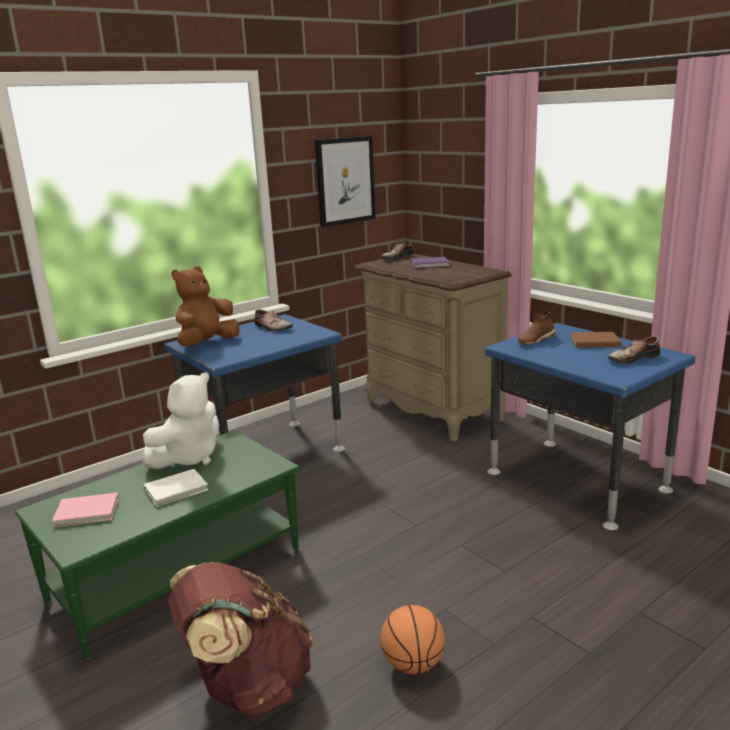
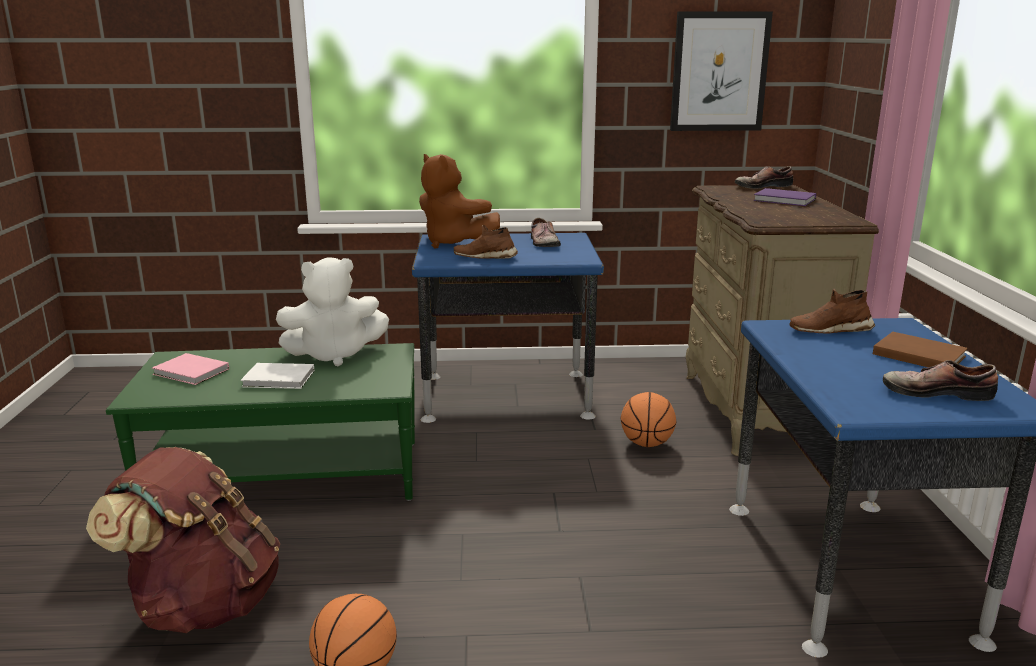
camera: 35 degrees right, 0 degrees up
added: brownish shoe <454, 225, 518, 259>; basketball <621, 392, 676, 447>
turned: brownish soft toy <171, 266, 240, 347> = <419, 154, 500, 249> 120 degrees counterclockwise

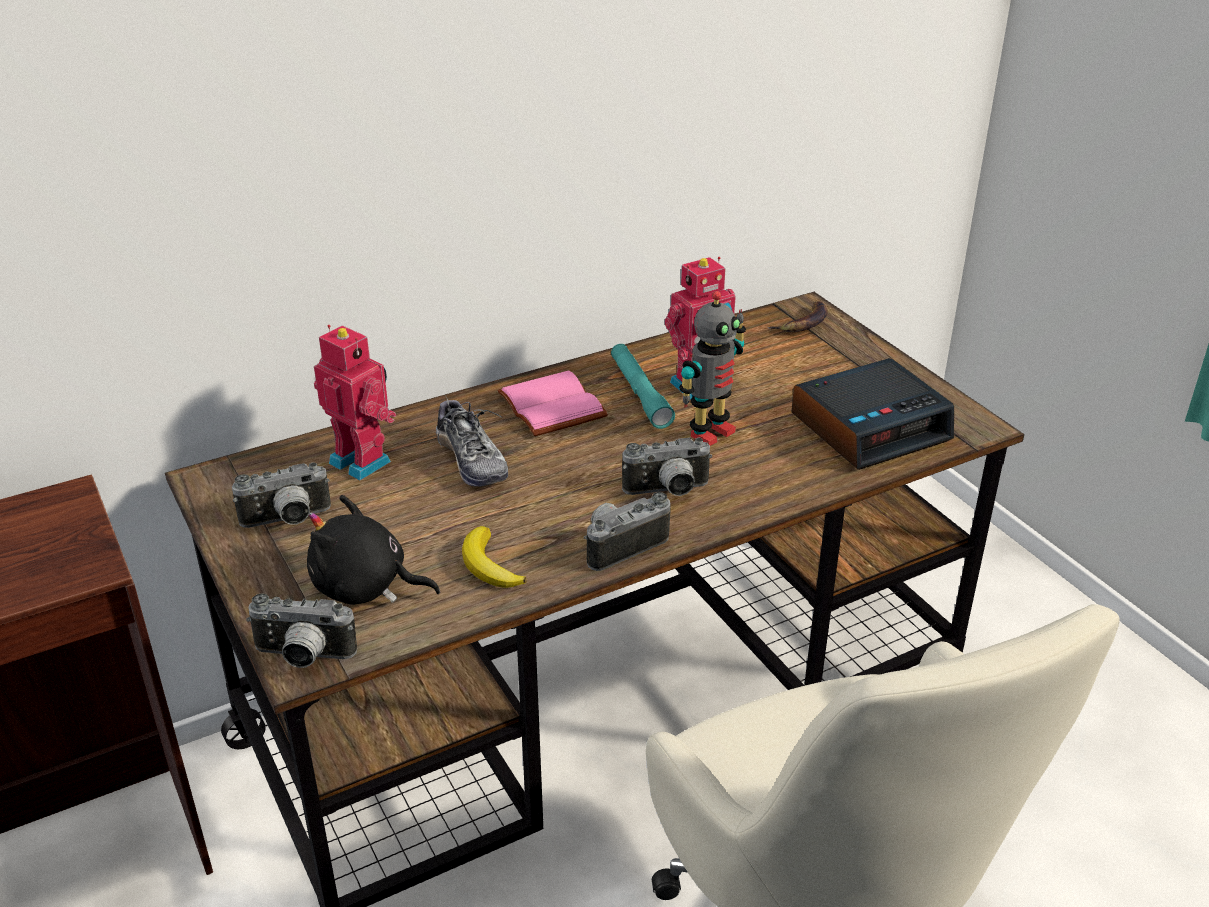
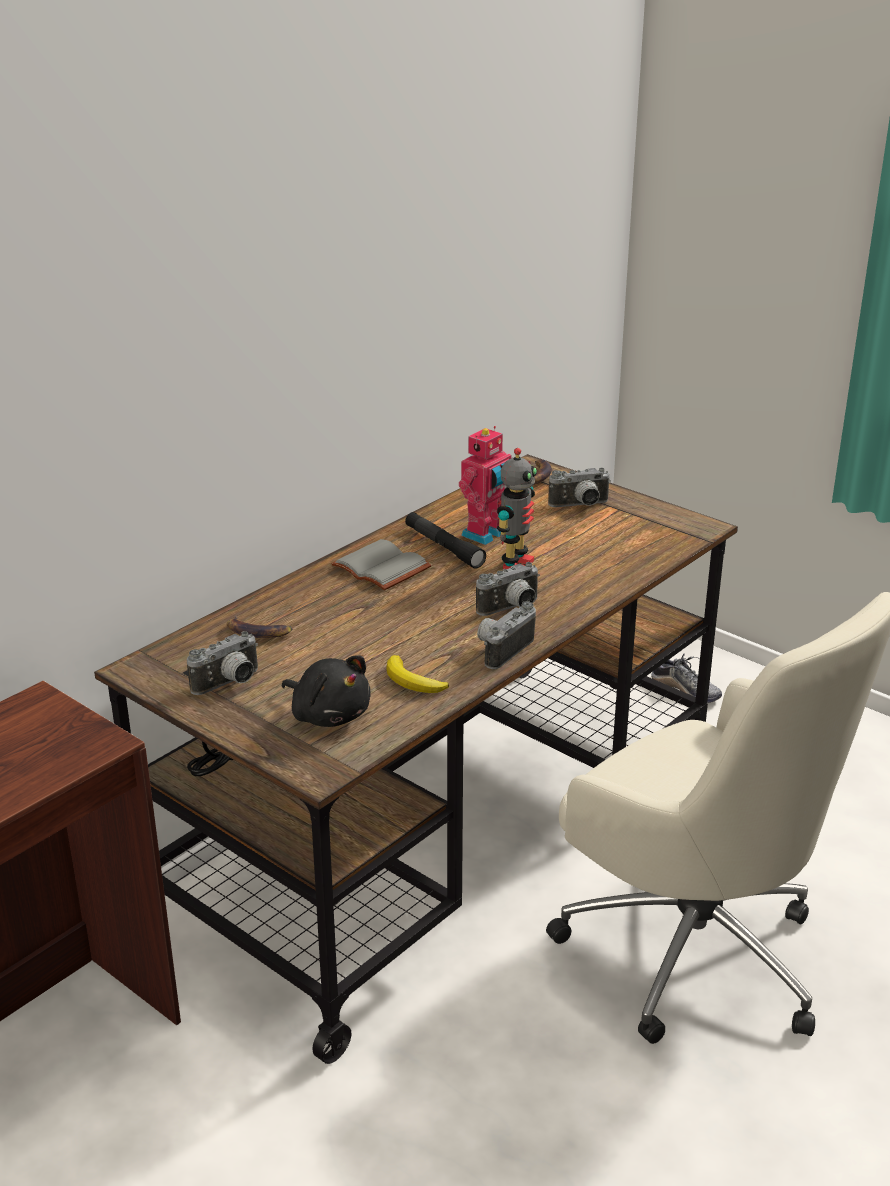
camera: 20 degrees left, 5 degrees down
removed: alarm clock <792, 358, 954, 470>
moved: photo camera <246, 593, 357, 668> to <548, 467, 611, 507>; shoe <436, 394, 508, 487> to <651, 653, 722, 703>
replaced: robot figure <314, 325, 396, 480> to banana <227, 616, 292, 638>
recoloured: pinkish volume <497, 370, 608, 436> to grey volume <331, 539, 431, 590>; turquoise-coloured hand torch <611, 344, 675, 429> to blackish hand torch <405, 512, 486, 569>
turned: blackish soft toy <307, 495, 440, 605> = <282, 656, 370, 727> 135 degrees counterclockwise

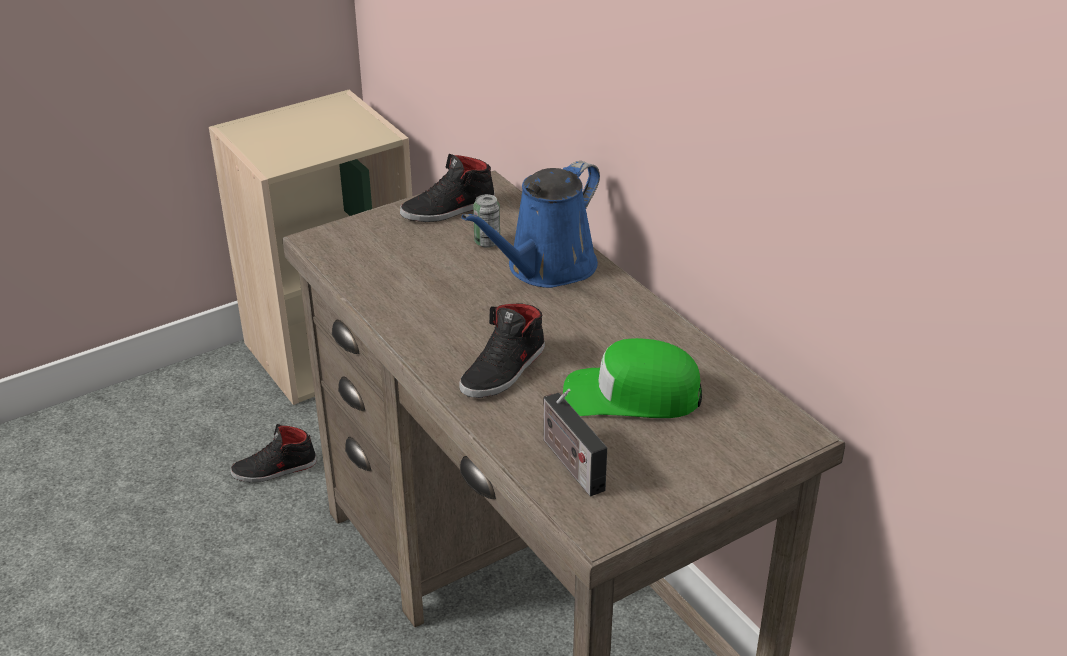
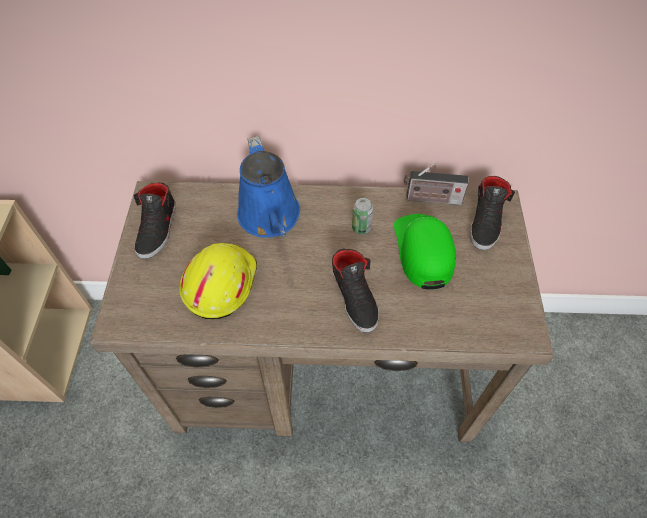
camera: 55 degrees left, 20 degrees up
added: yellowish work helmet <179, 243, 257, 320>
moved: blackish shoe <230, 424, 316, 482> to <470, 176, 515, 250>; can <473, 194, 500, 248> to <352, 198, 373, 234>; radio set <543, 389, 607, 496> to <404, 163, 469, 205>
turned: green cap <563, 338, 702, 418> = <394, 214, 456, 289> 135 degrees clockwise

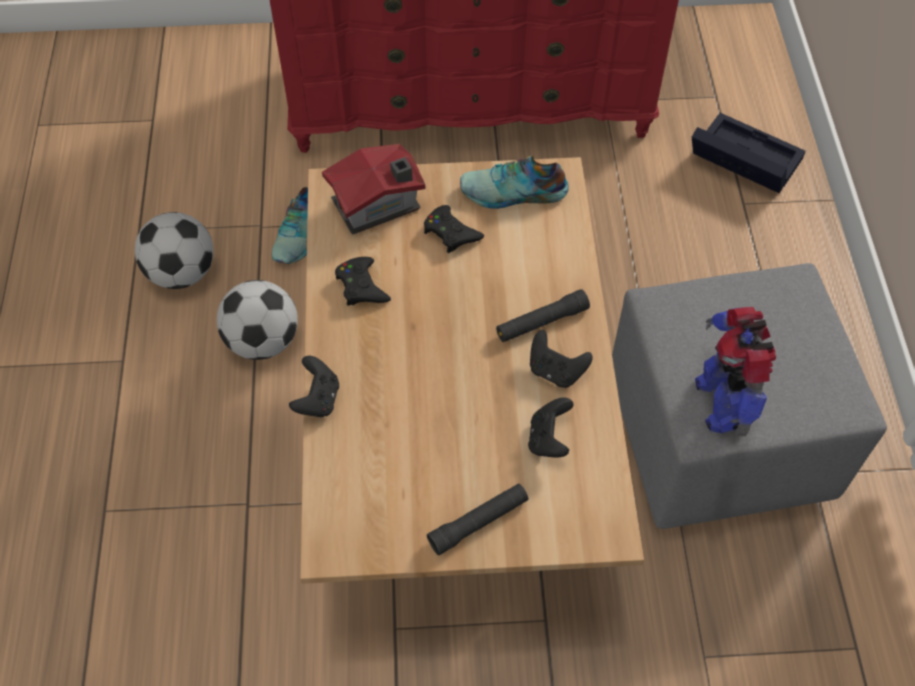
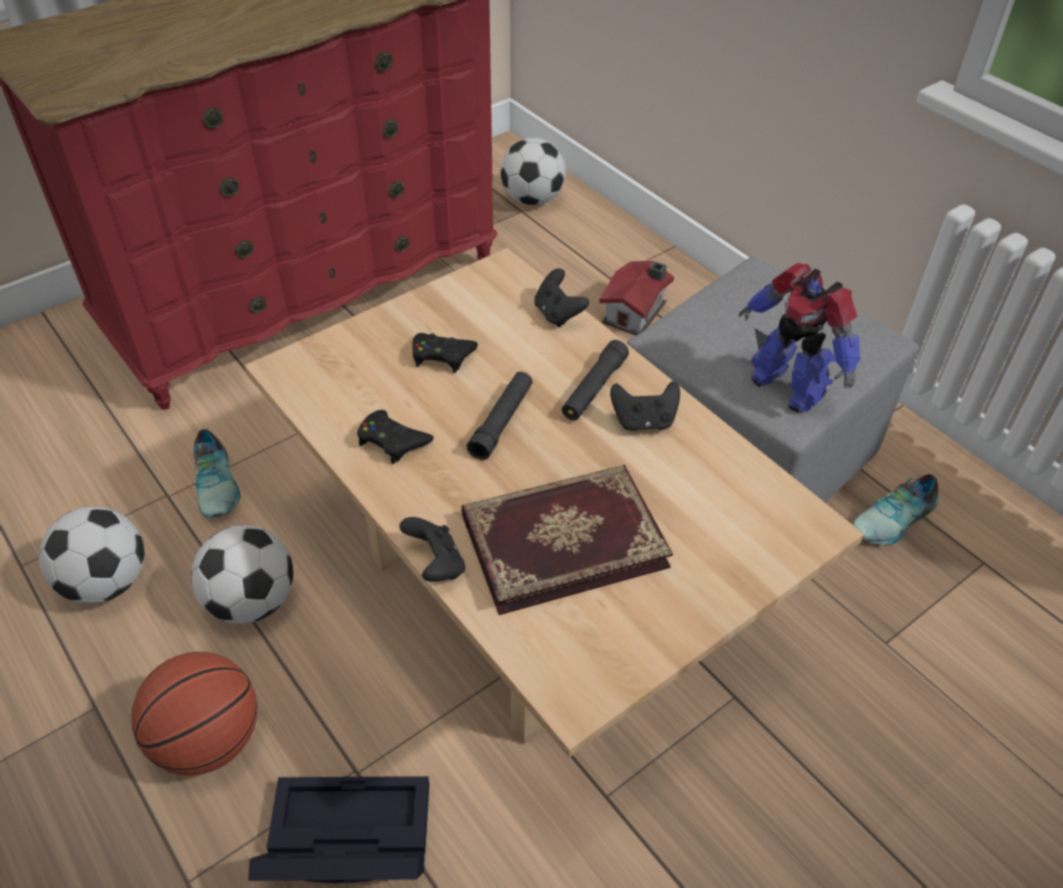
camera: 35 degrees left, 10 degrees down
added: basketball <131, 652, 257, 775>; volume <461, 465, 673, 615>; football <501, 138, 566, 205>
moved: miniature house <322, 144, 425, 234> to <599, 261, 674, 335>; blackish hand torch <427, 484, 528, 556> to <467, 372, 533, 460>; shoe <460, 155, 569, 209> to <853, 474, 939, 545>; blackish game controller <528, 397, 574, 458> to <534, 268, 589, 327>; blackish storage container <692, 113, 806, 193> to <248, 776, 429, 883>

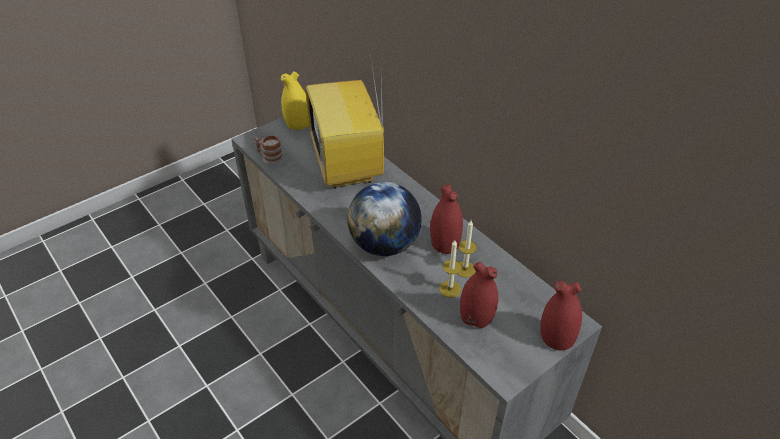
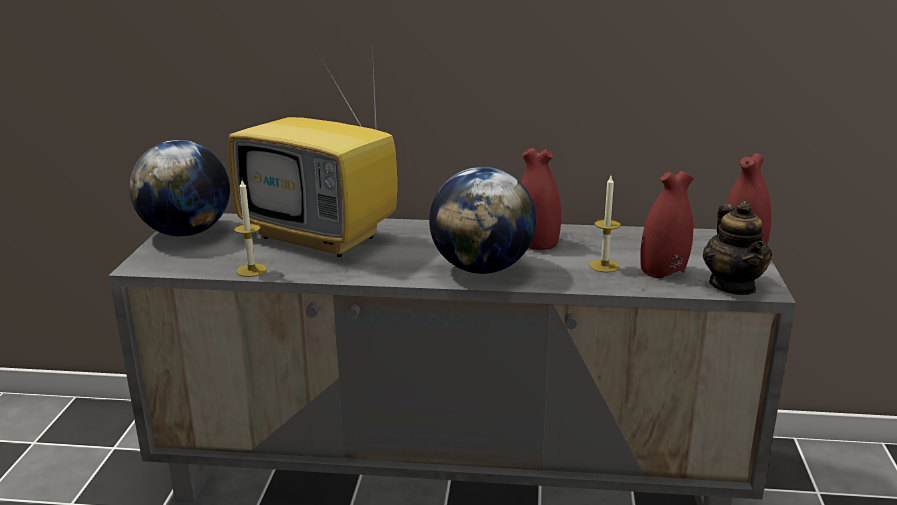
camera: 45 degrees left, 20 degrees down
removed: coffee mug <255, 135, 284, 165>
added: pot for tea <703, 201, 772, 295>
moved: wax candle <457, 220, 477, 277> to <234, 180, 267, 277>
replaced: yellowish flower vase <281, 71, 309, 130> to desk globe <129, 140, 230, 237>

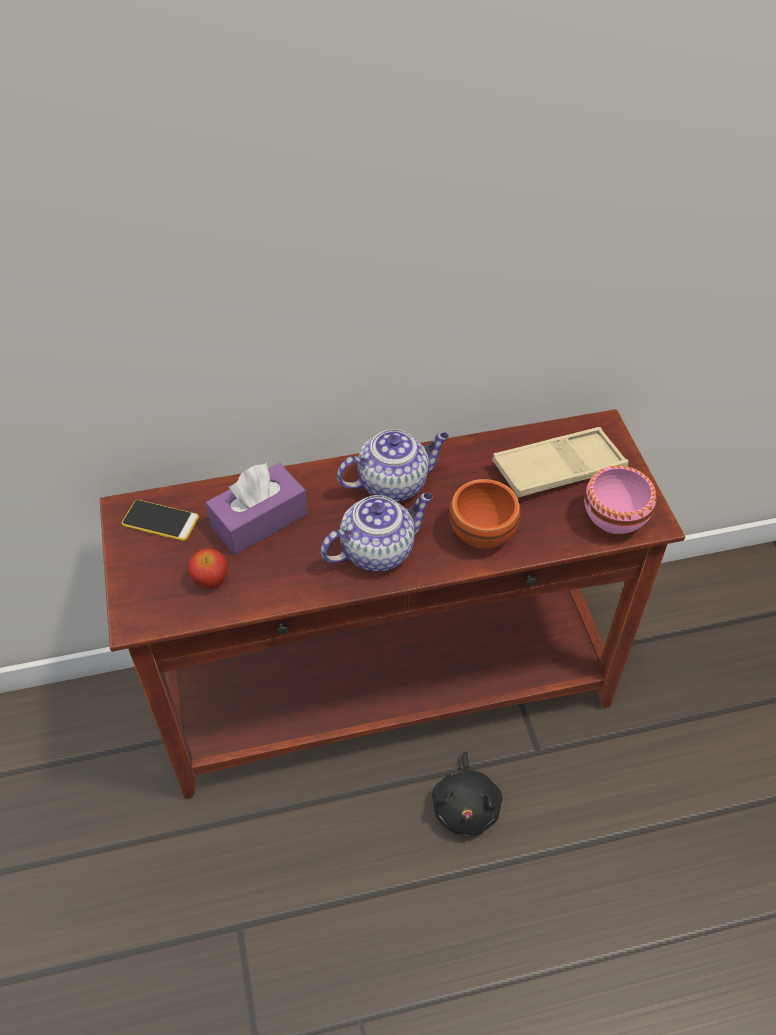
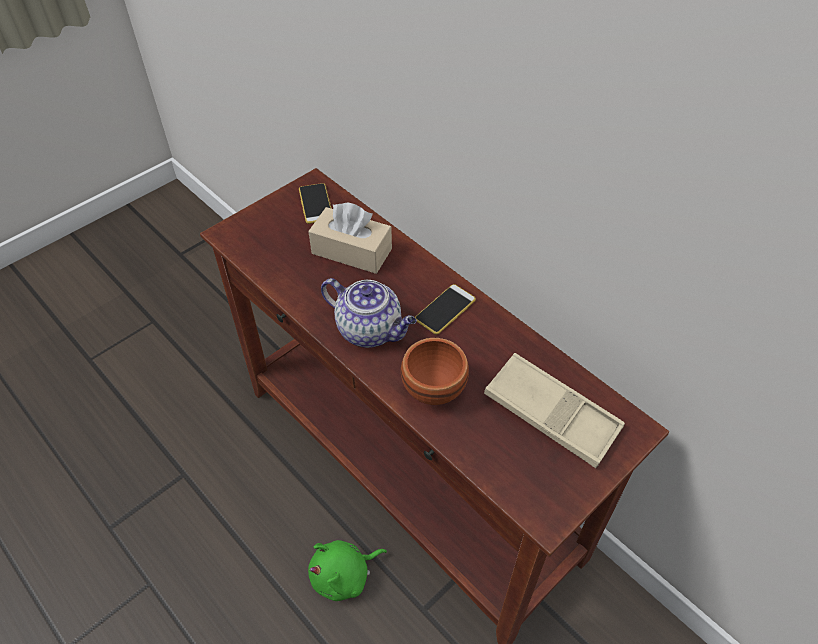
camera: 60 degrees right, 0 degrees up
removed: whole apple <188, 549, 228, 589>; pinkish deep dish <584, 465, 656, 534>
replaced: pot for tea <337, 429, 449, 502> to phone <415, 284, 476, 334>
recoloured: purple-coloured tissue holder <206, 463, 308, 555> to beige-coloured tissue holder <308, 202, 392, 274>; blackish soft toy <432, 752, 503, 837> to green soft toy <308, 540, 387, 601>

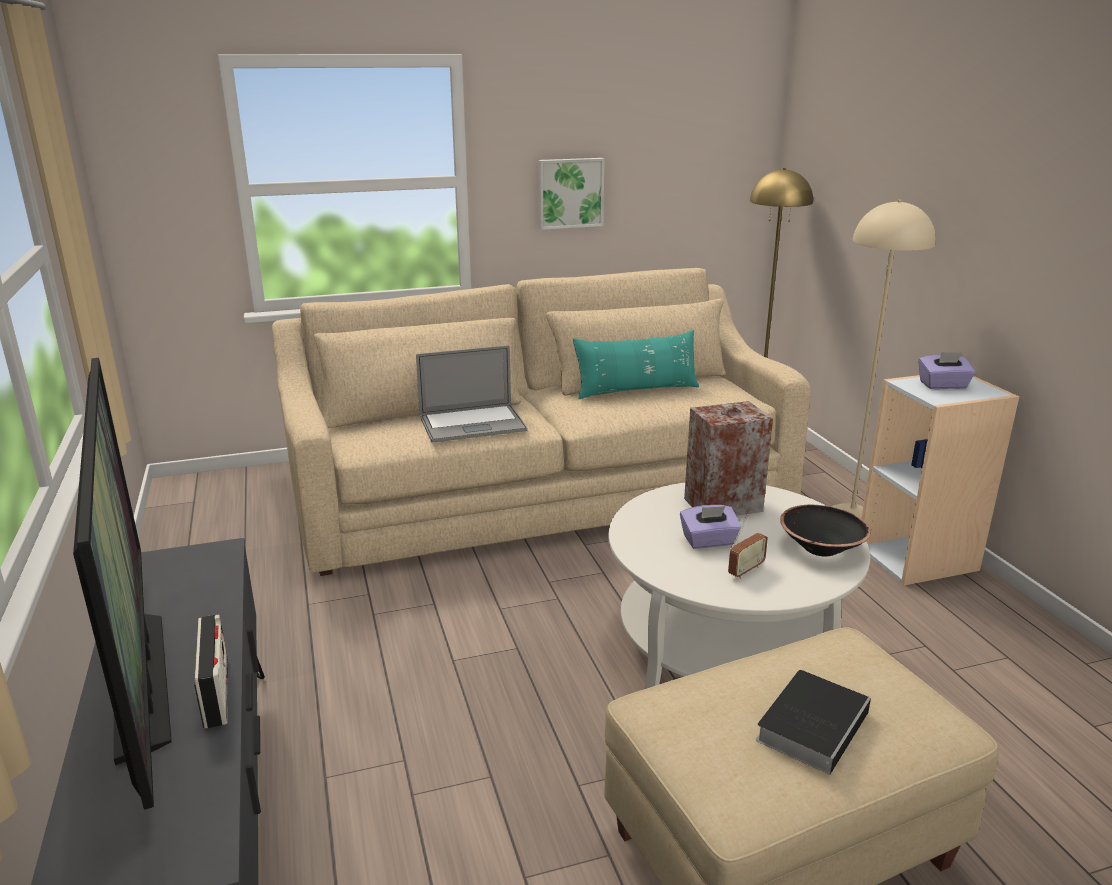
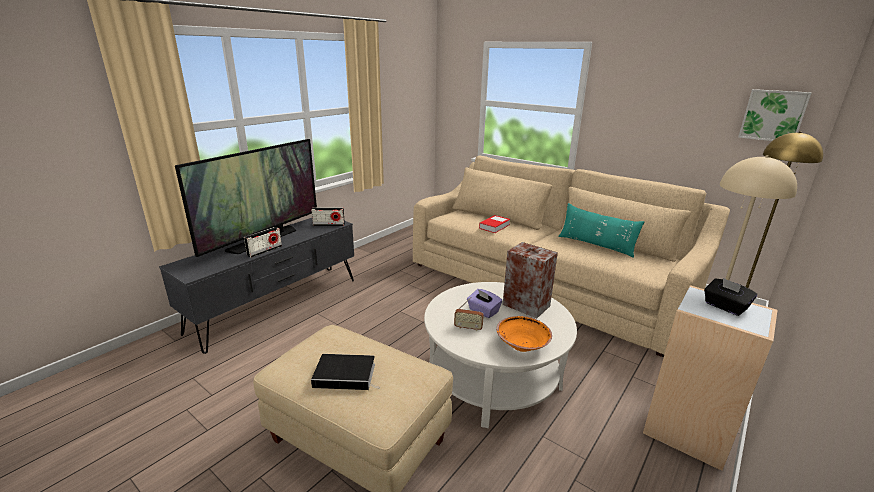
camera: 55 degrees right, 0 degrees up
added: radio set <311, 208, 345, 226>
moved: wall art <538, 158, 605, 230> to <738, 89, 812, 141>
replaced: laptop <416, 345, 527, 443> to volume <479, 215, 510, 233>
recoloured: blackish deep dish <780, 505, 870, 557> to orange deep dish <496, 316, 552, 352>; purple-coloured tissue holder <918, 352, 976, 389> to blackish tissue holder <704, 278, 757, 316>

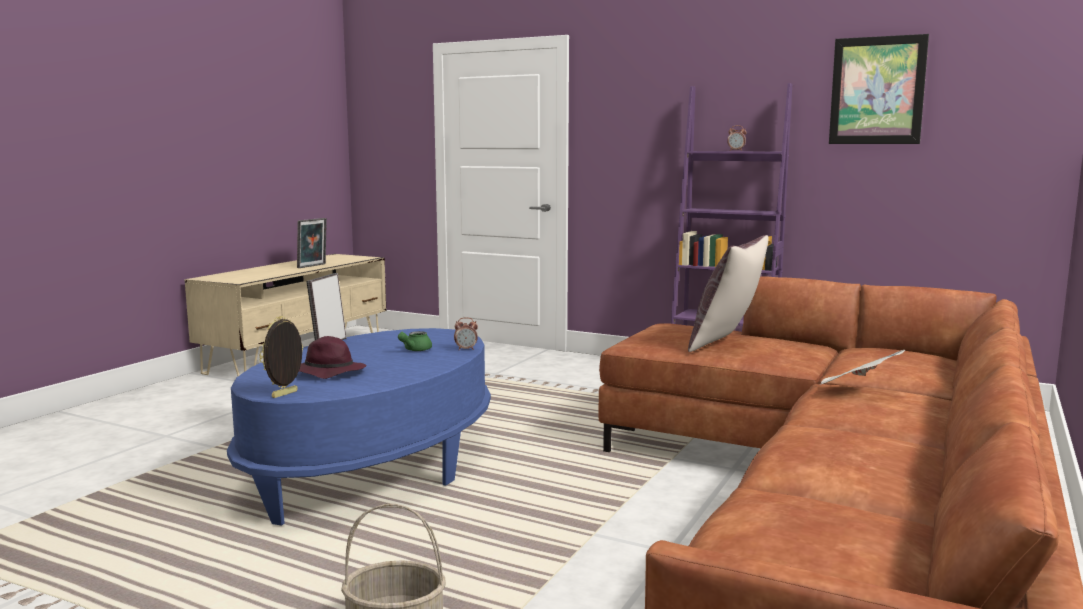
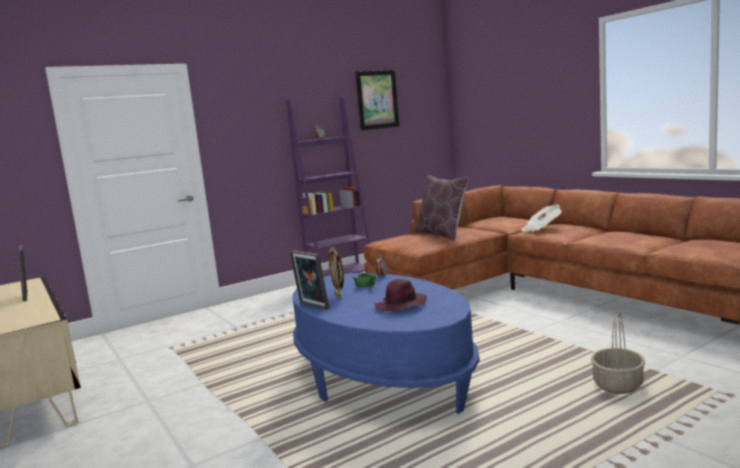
camera: 60 degrees left, 0 degrees up
moved: photo frame <259, 316, 303, 398> to <328, 248, 344, 298>

